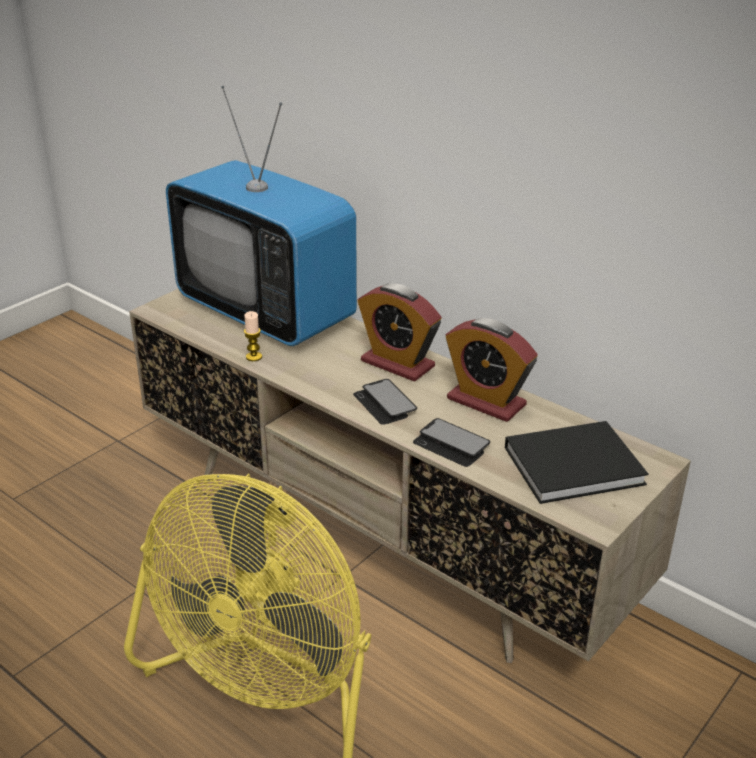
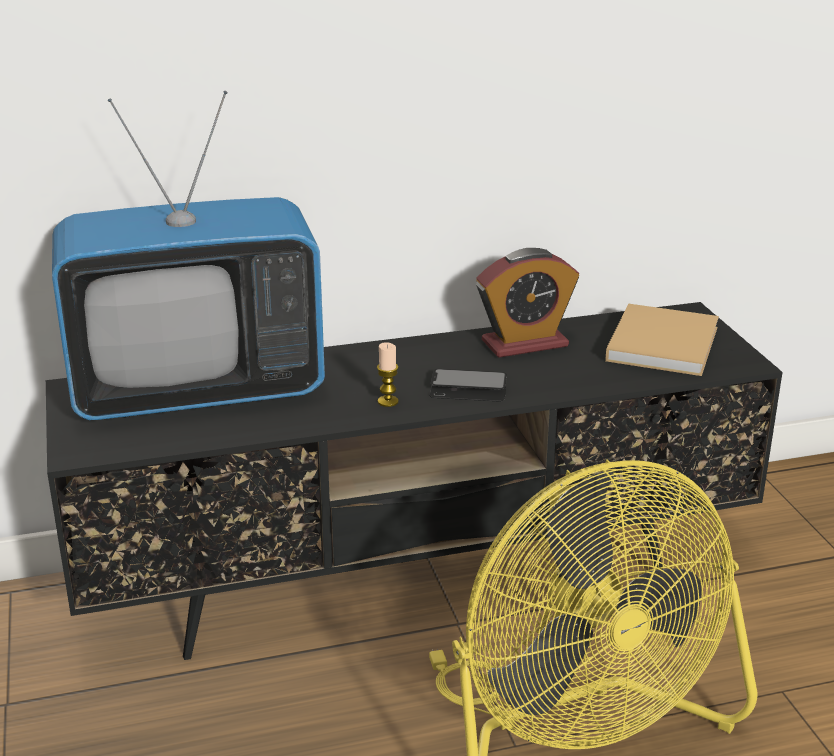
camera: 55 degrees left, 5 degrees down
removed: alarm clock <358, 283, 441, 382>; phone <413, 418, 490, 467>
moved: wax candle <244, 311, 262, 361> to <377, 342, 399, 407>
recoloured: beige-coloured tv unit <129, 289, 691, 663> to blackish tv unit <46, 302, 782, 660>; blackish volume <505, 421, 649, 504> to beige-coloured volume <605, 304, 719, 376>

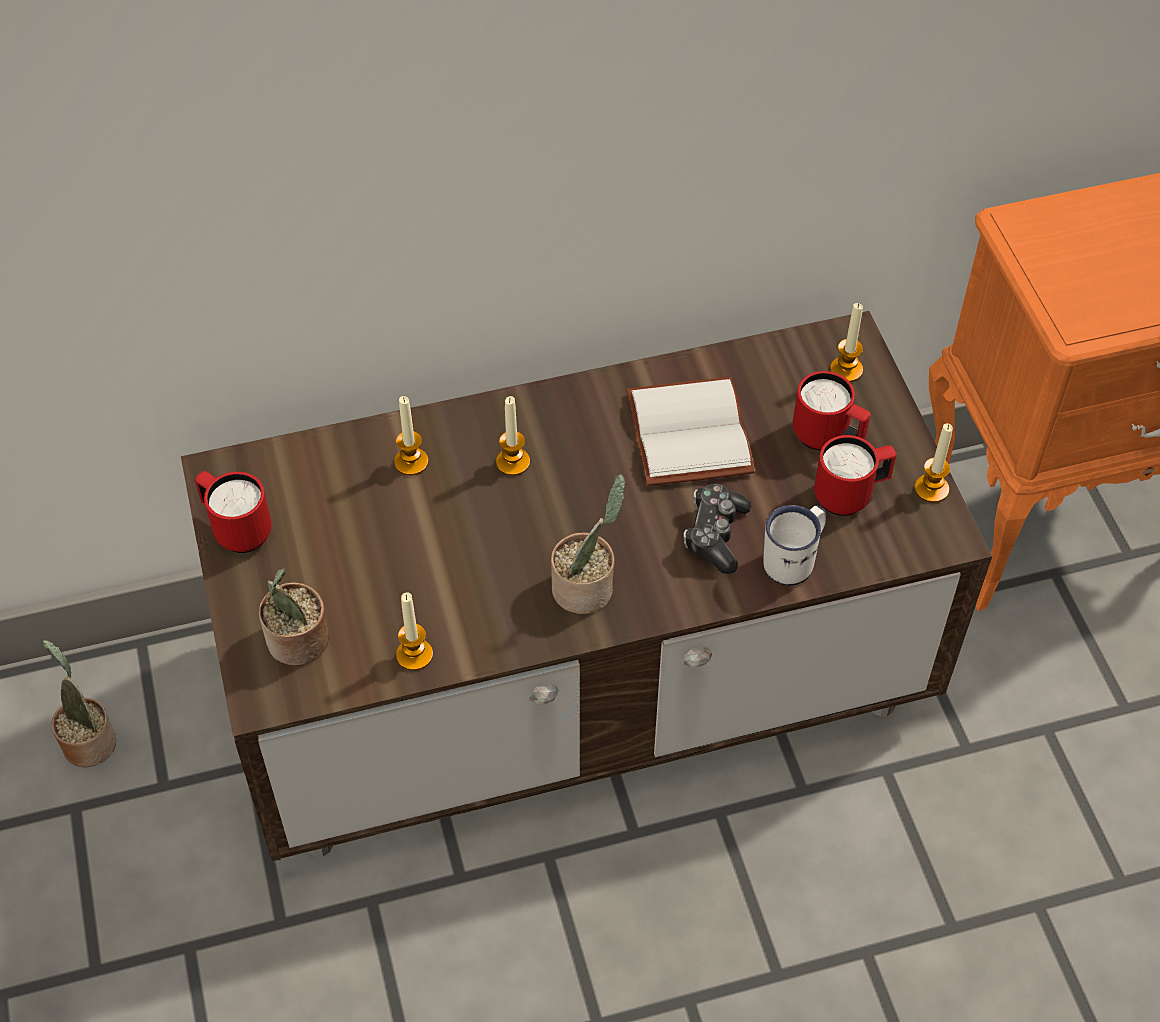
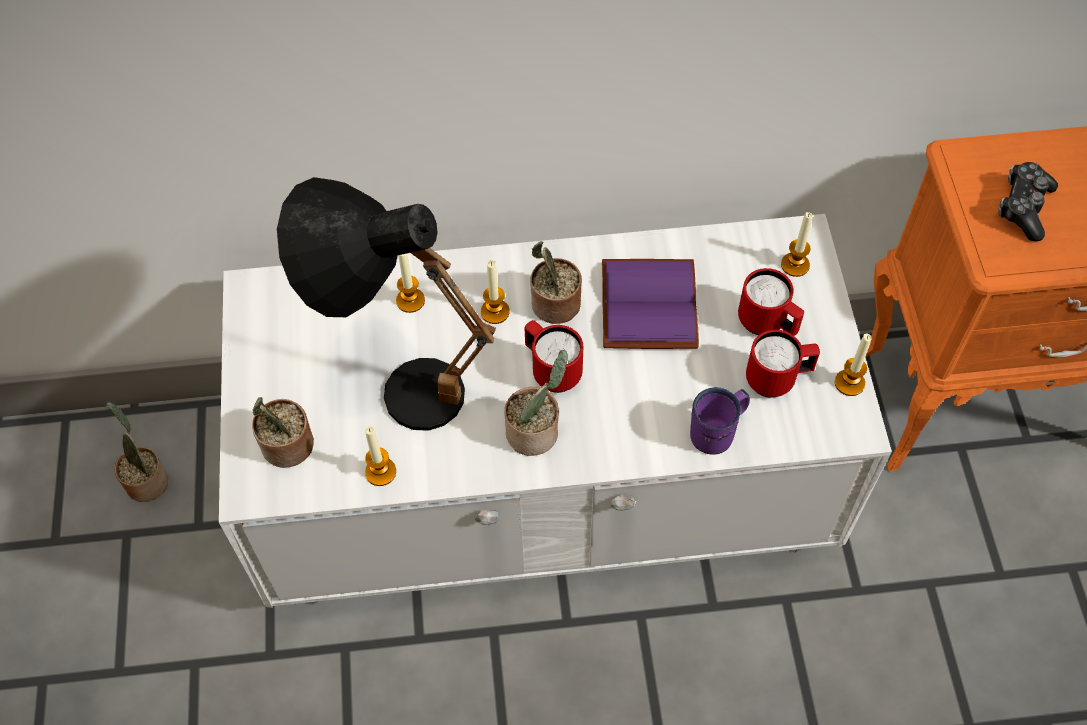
camera: 10 degrees right, 5 degrees up
added: blackish lamp for a table <277, 177, 496, 431>; houseplant <530, 241, 582, 324>
moved: reddish coffee mug <195, 471, 272, 553> to <524, 320, 583, 393>; game controller <683, 483, 751, 574> to <998, 162, 1058, 241>
recoloured: brownish tv unit <181, 311, 992, 861> to whitish tv unit <219, 214, 892, 608>; whitish volume <626, 377, 755, 486> to purple-coloured volume <602, 259, 699, 349>; whitish coffee mug <763, 505, 827, 585> to purple-coloured coffee mug <690, 387, 750, 455>

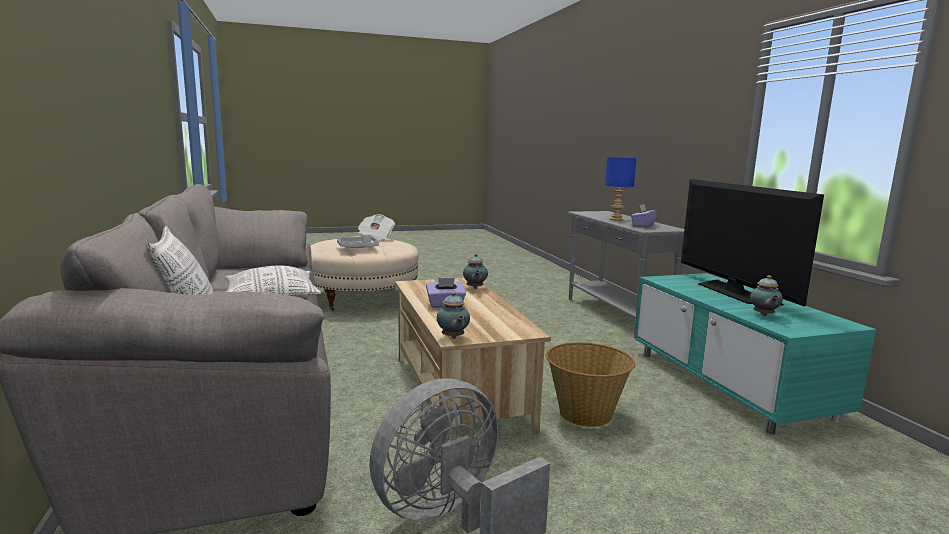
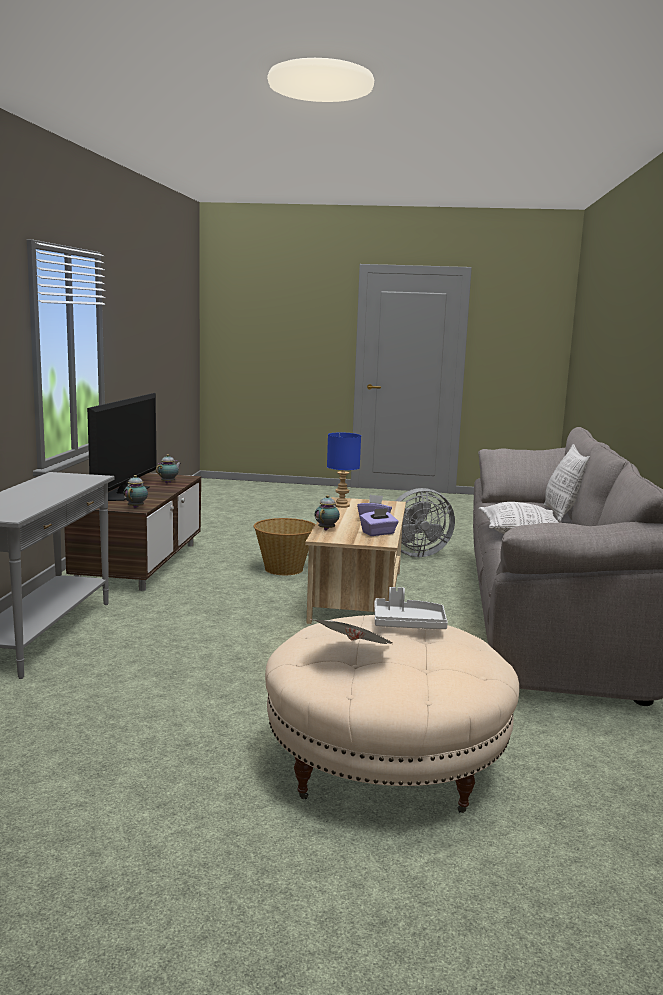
camera: 155 degrees left, 0 degrees up
moved: pot for tea <437, 292, 470, 339> to <123, 475, 148, 508>; bluish lamp for a table <605, 157, 636, 221> to <327, 432, 361, 508>; purple-coloured tissue holder <631, 204, 657, 228> to <360, 508, 398, 536>
recoloured: turquoise-coloured tv unit <635, 273, 876, 435> to brownish tv unit <64, 473, 201, 591>

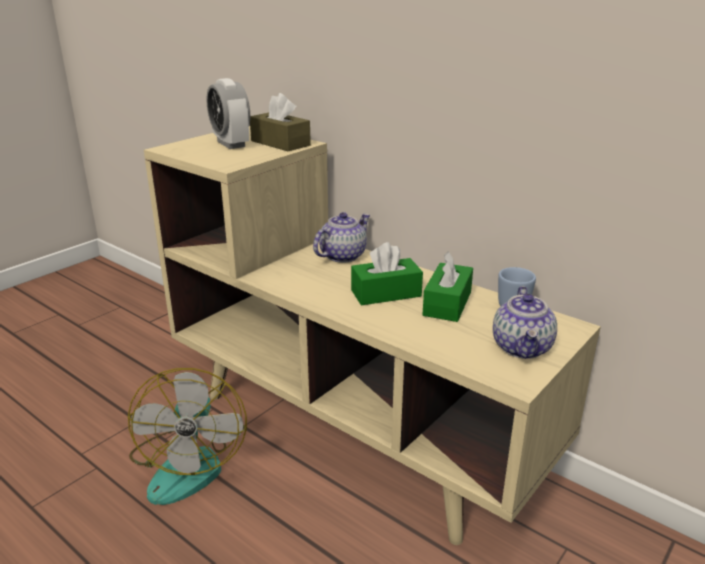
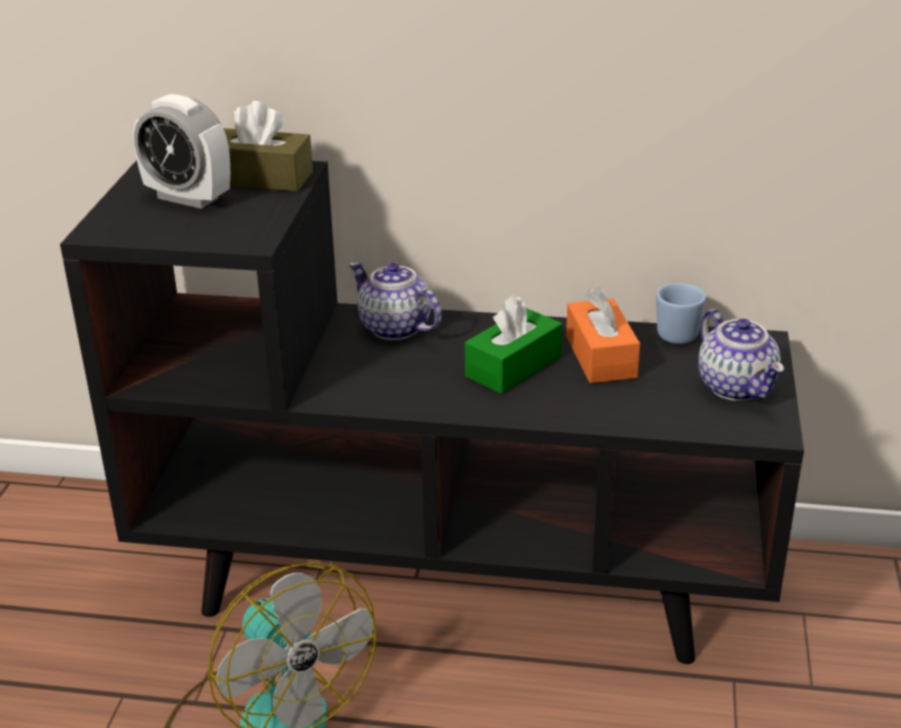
camera: 30 degrees left, 5 degrees up
recoloured: beige-coloured tv unit <144, 126, 601, 545> to blackish tv unit <60, 160, 804, 664>; green tissue holder <423, 251, 473, 322> to orange tissue holder <566, 287, 640, 383>
turned: pot for tea <313, 212, 370, 263> = <349, 262, 442, 340> 60 degrees counterclockwise

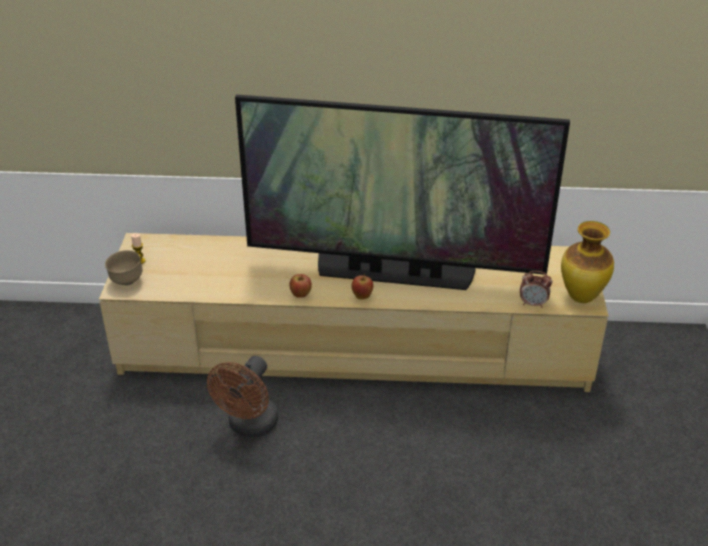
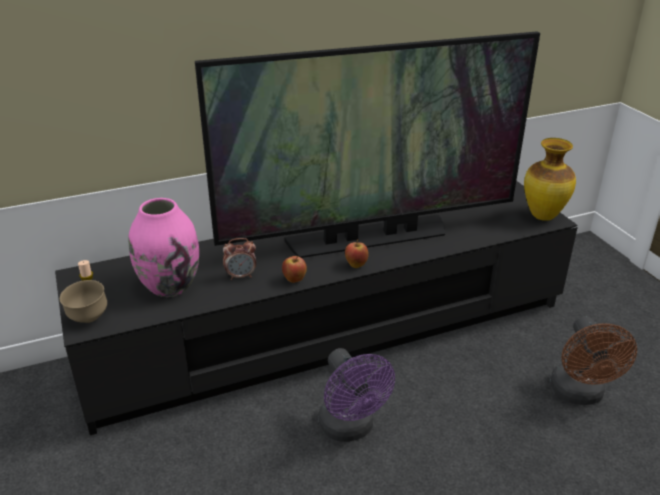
camera: 25 degrees left, 5 degrees down
added: pinkish flower vase <128, 198, 199, 297>; purple-coloured fan <319, 348, 395, 442>
moved: brownish fan <207, 356, 278, 438> to <551, 316, 637, 405>; alarm clock <520, 271, 552, 308> to <223, 238, 256, 280>
recoloured: beige-coloured tv unit <99, 233, 609, 392> to blackish tv unit <55, 181, 578, 435>

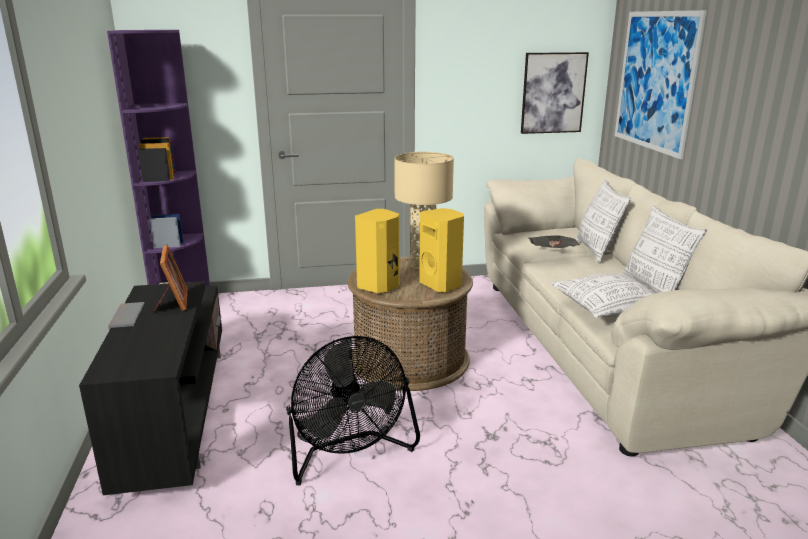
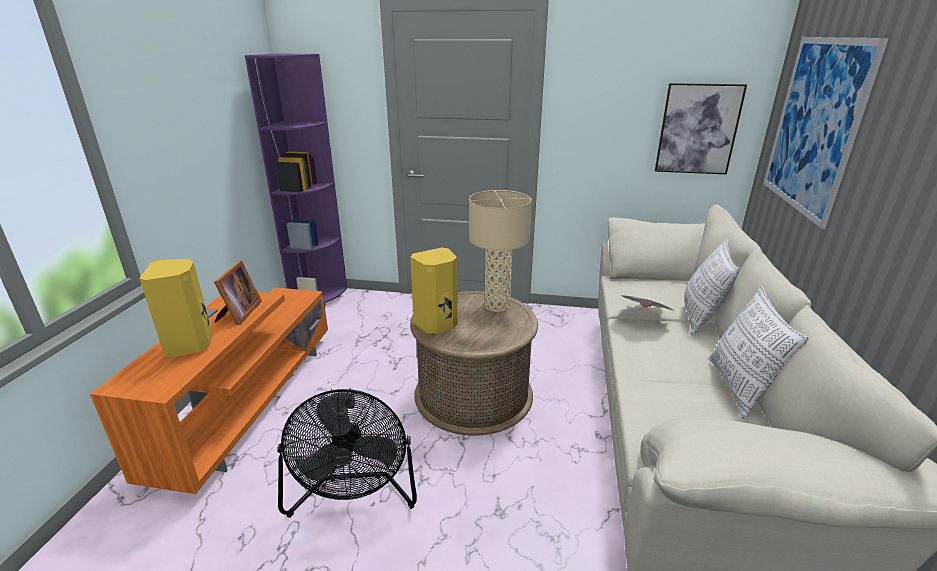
camera: 20 degrees right, 5 degrees up
removed: throw pillow <551, 273, 656, 318>
moved: yellowish audio speaker <419, 208, 464, 293> to <139, 259, 213, 358>
recoloured: blackish tv unit <79, 281, 222, 495> to orange tv unit <90, 287, 328, 494>

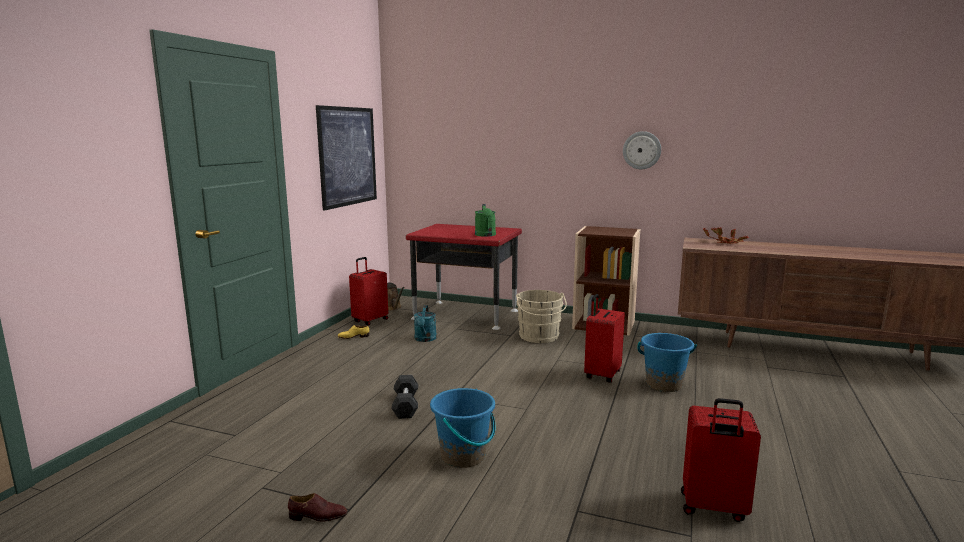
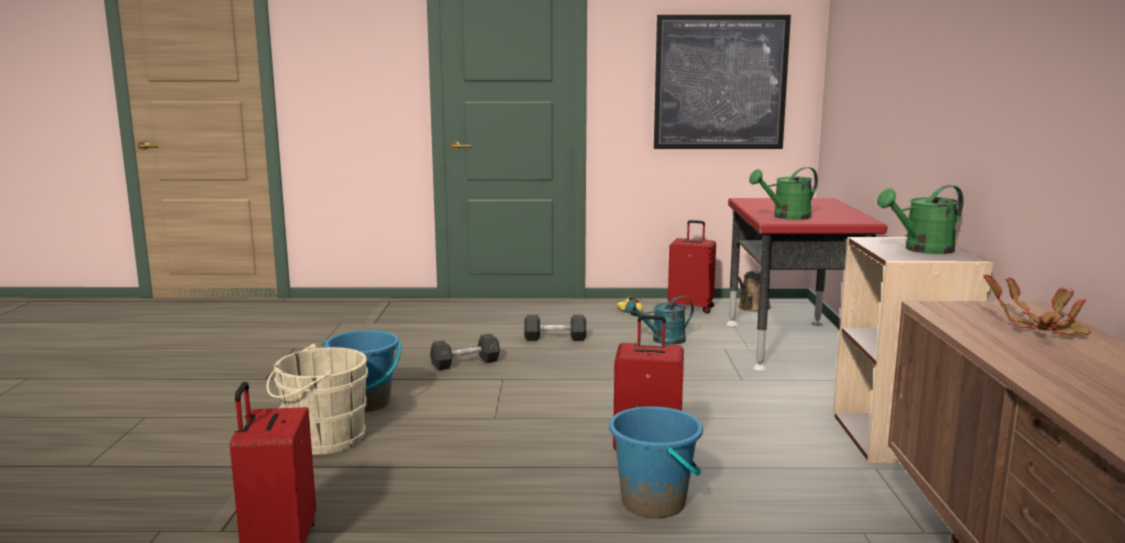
camera: 70 degrees right, 0 degrees up
removed: brownish shoe <288, 493, 347, 522>; wall clock <623, 131, 661, 169>
added: grey free weight <524, 315, 586, 341>; green watering can <877, 185, 964, 254>
moved: beige-coloured pail <516, 290, 567, 343> to <267, 344, 368, 455>

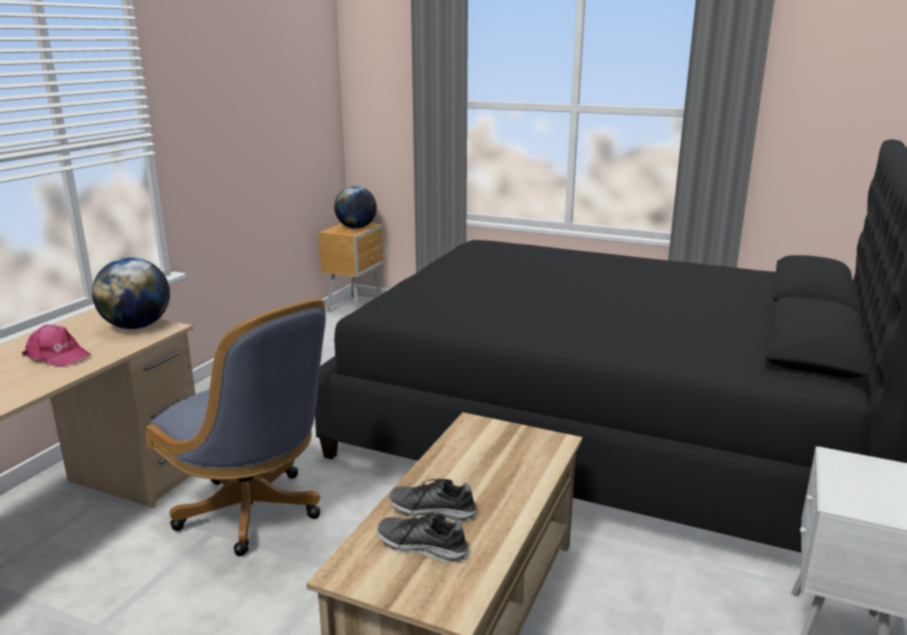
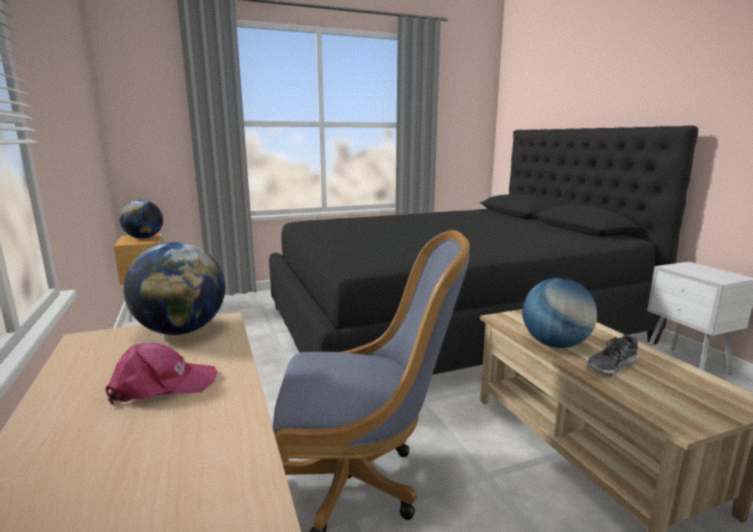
camera: 45 degrees left, 5 degrees down
removed: shoe <377, 513, 469, 563>
added: desk globe <522, 278, 597, 348>

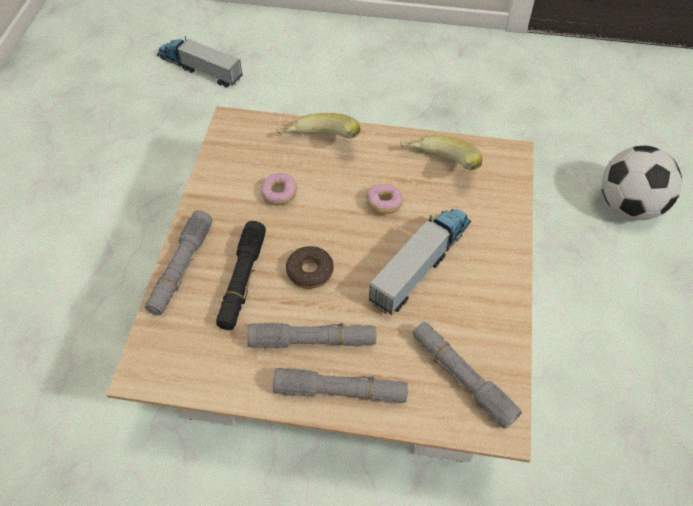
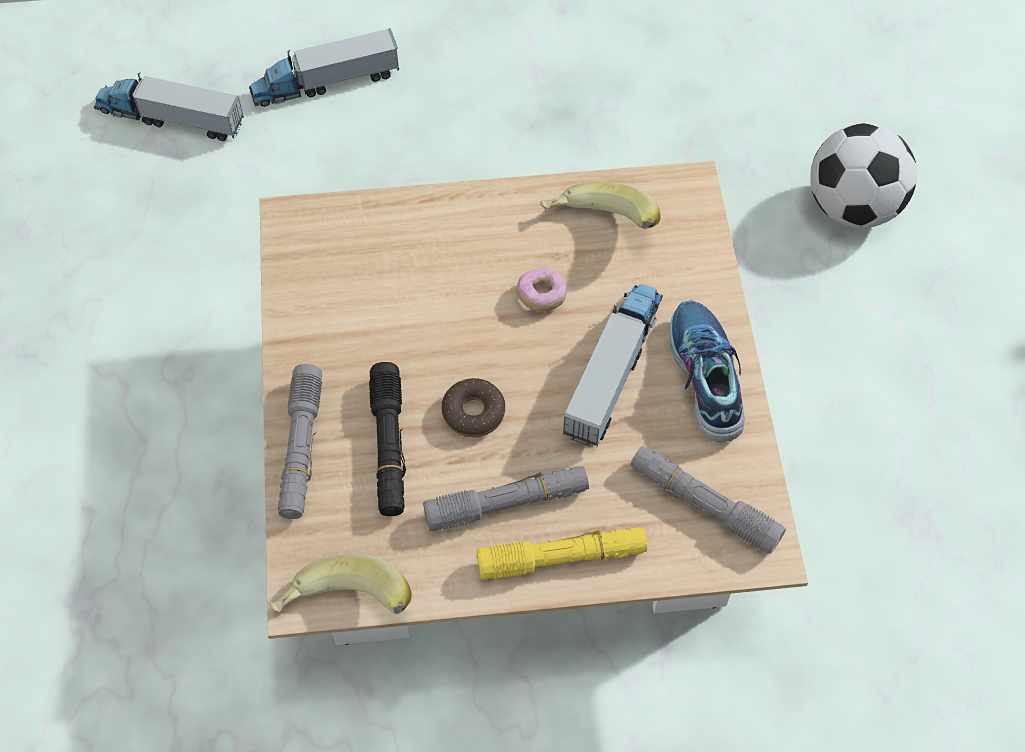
camera: 15 degrees left, 5 degrees up
removed: ring doughnut <261, 173, 297, 206>
added: toy lorry <249, 28, 399, 107>; shoe <669, 300, 745, 442>
moved: banana <276, 113, 361, 138> to <269, 554, 412, 614>
recoloured: grey hand torch <273, 368, 408, 403> to yellowish hand torch <477, 527, 647, 580>

